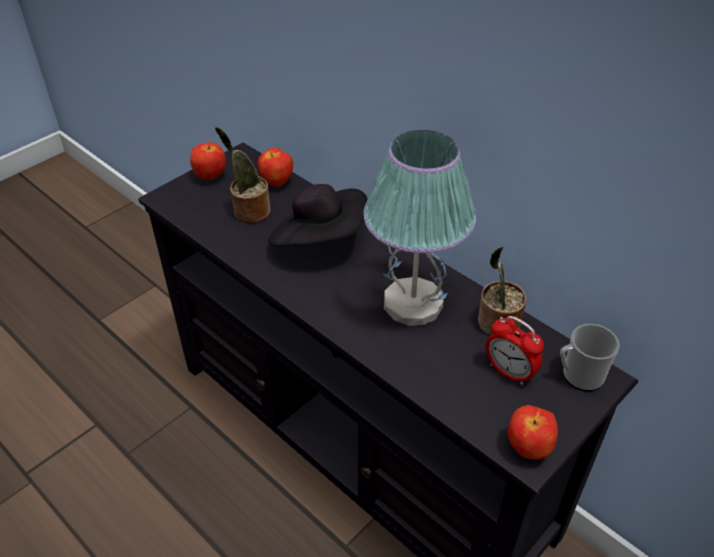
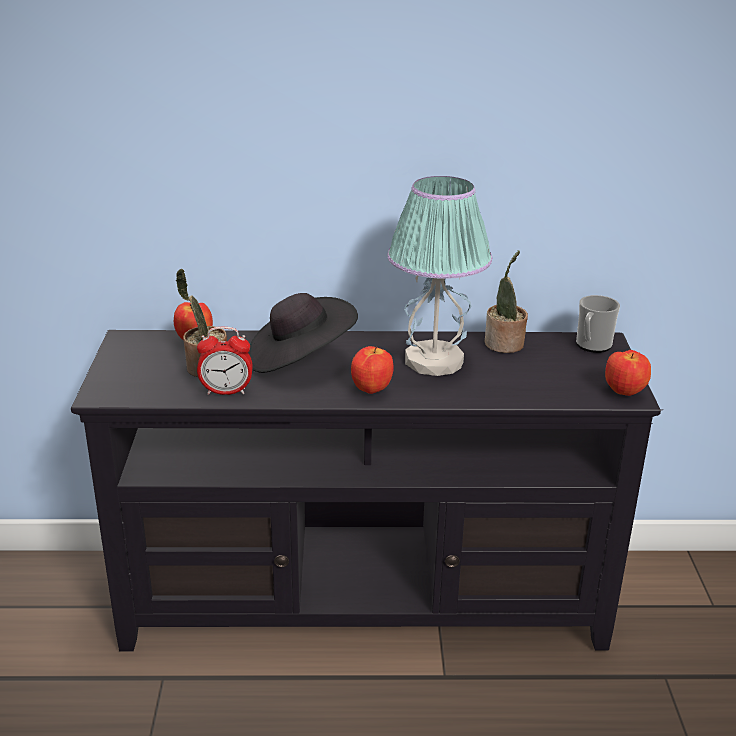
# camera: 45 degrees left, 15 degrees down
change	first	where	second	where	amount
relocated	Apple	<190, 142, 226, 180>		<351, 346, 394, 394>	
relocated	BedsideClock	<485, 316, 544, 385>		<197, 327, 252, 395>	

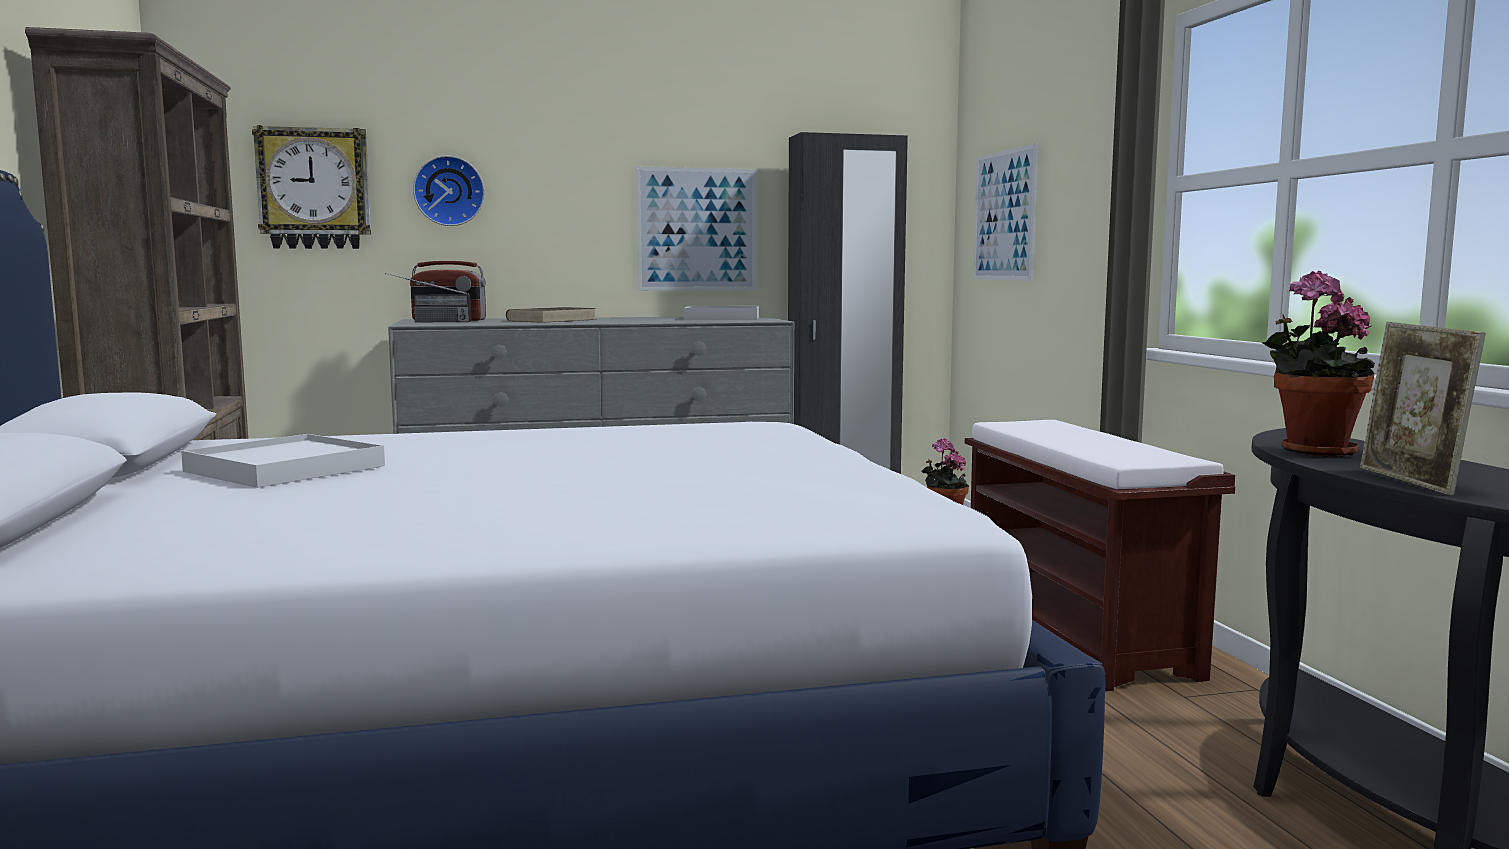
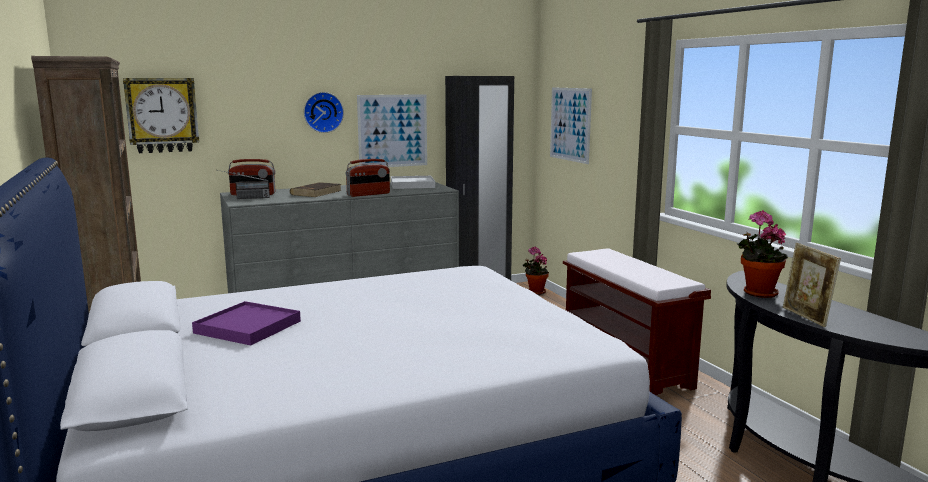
# camera: 10 degrees left, 5 degrees up
change	first	where	second	where	amount
appeared			RadioReceiver	<346, 159, 390, 197>	
relocated	HangingClock	<413, 156, 485, 226>		<304, 92, 344, 133>	
colour	WhitishCarryingTray	<181, 434, 385, 488>	PurplishCarryingTray	<192, 301, 301, 345>	

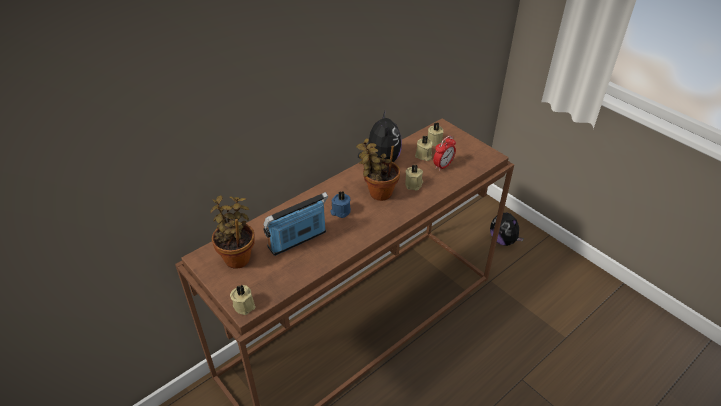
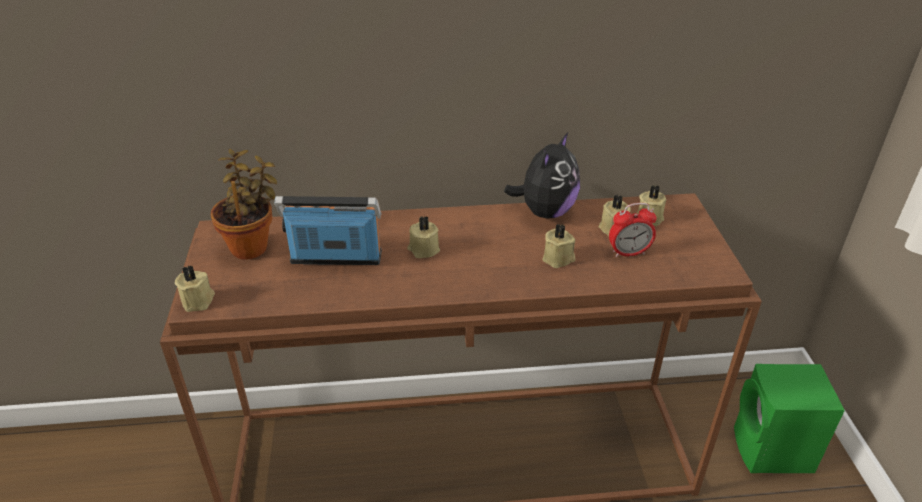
# camera: 35 degrees right, 5 degrees down
change	first	where	second	where	amount
missing	PottedPlant	<356, 138, 400, 201>			
exchanged	PlushToy	<490, 212, 524, 246>	GreenColouredLoudspeaker	<734, 364, 845, 473>	
colour	BlueColouredCandle	<331, 191, 351, 218>	BeigeCandle	<407, 216, 440, 258>	

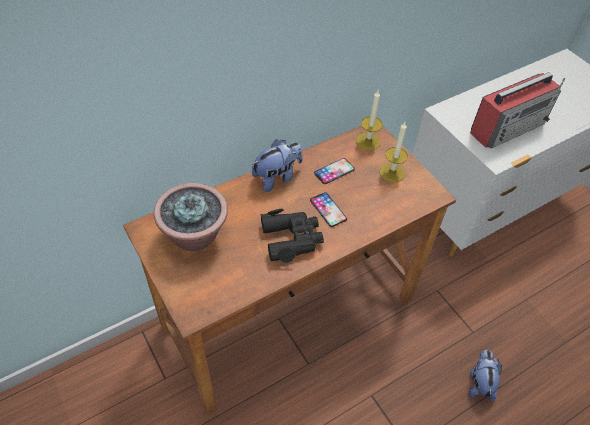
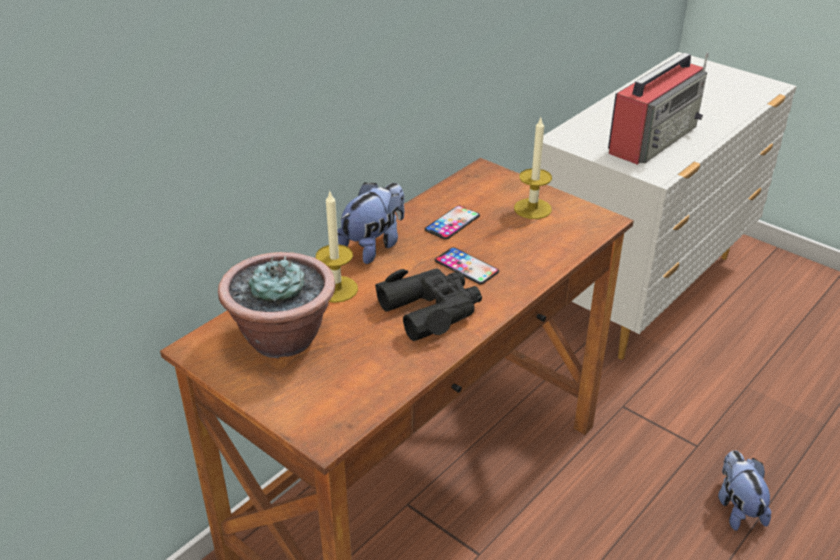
# camera: 15 degrees left, 15 degrees down
change	first	where	second	where	amount
relocated	Candle	<356, 91, 382, 151>		<316, 190, 358, 303>	

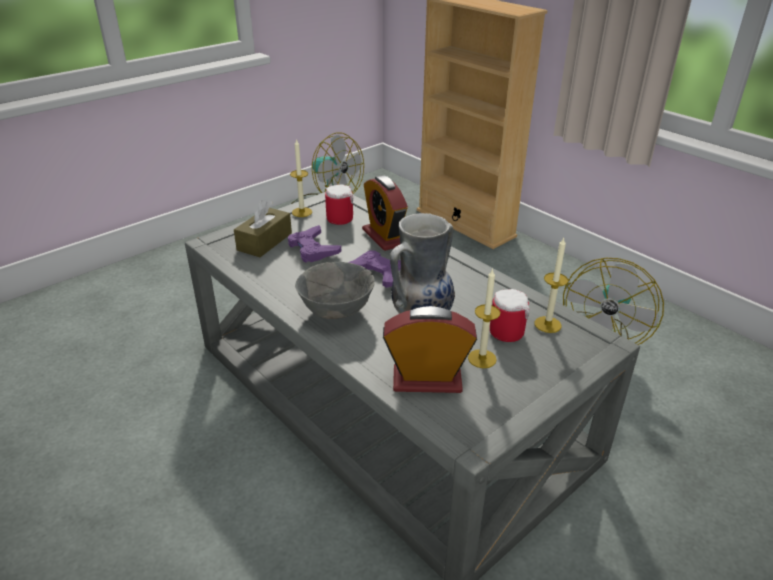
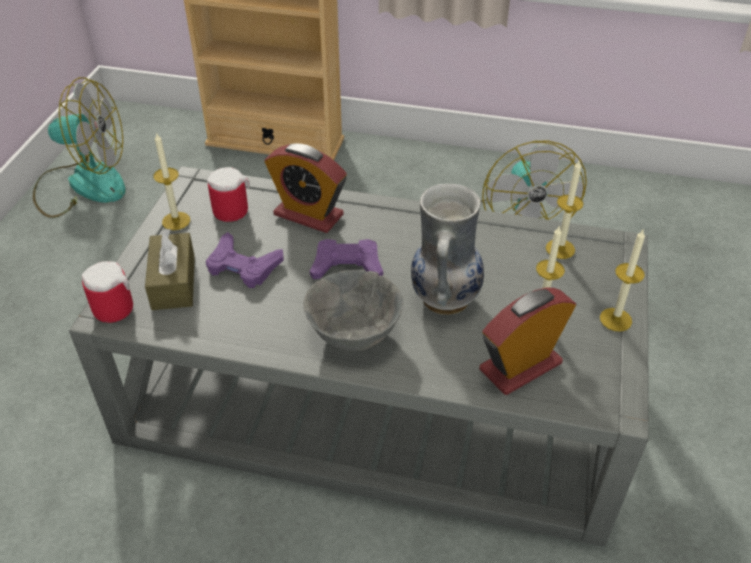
# camera: 35 degrees left, 10 degrees up
change	first	where	second	where	amount
appeared			Candle	<600, 230, 645, 332>	
relocated	Mug	<490, 289, 530, 342>		<82, 261, 133, 323>	

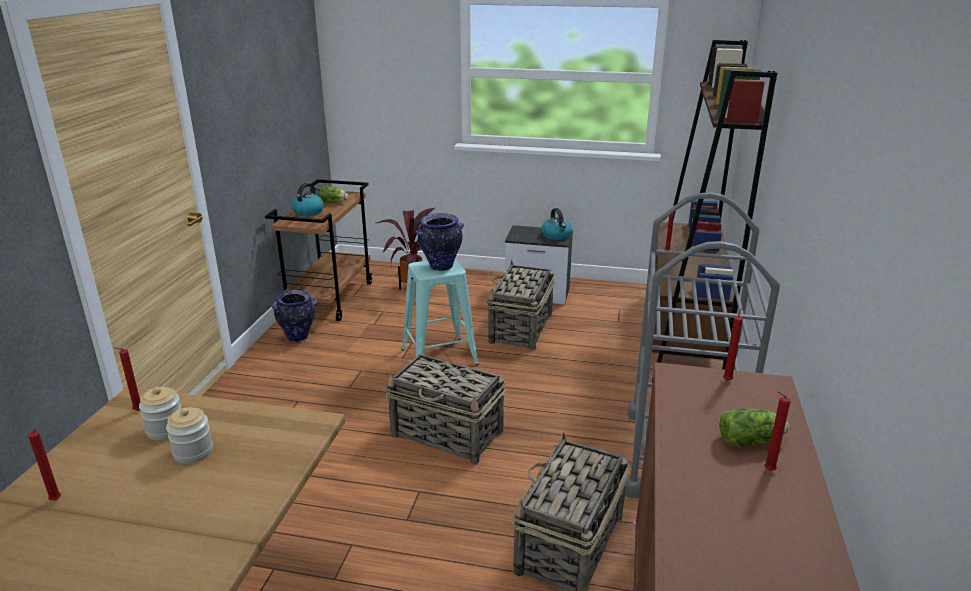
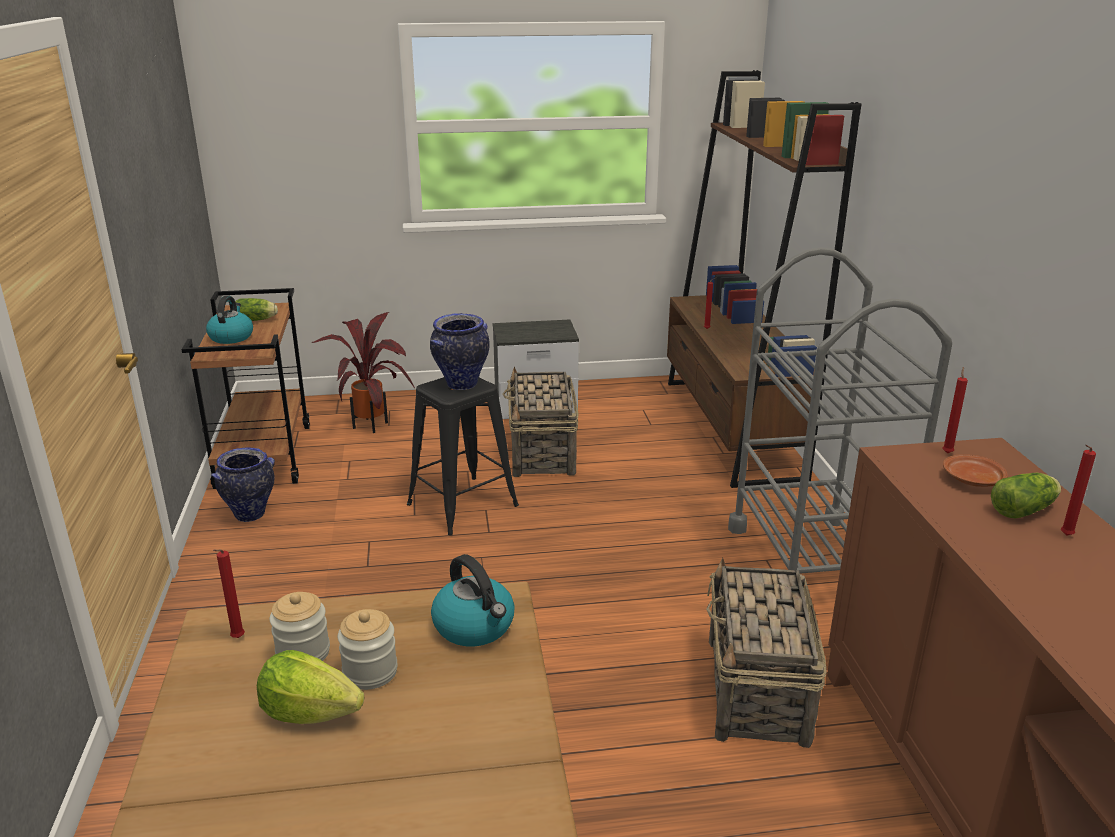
# camera: 20 degrees left, 0 degrees up
change	first	where	second	where	amount
missing	RedColouredCandle	<28, 428, 61, 501>			
missing	StorageBasket	<385, 354, 506, 464>			
appeared			HeadOfLettuce	<257, 650, 364, 724>	
appeared			BrownColouredFlatDish	<943, 454, 1008, 487>	
relocated	WaterKettle	<542, 208, 571, 240>		<431, 554, 515, 646>	
colour	TurquoiseColouredStoolSeat	<402, 259, 479, 366>	BlackColouredStoolSeat	<407, 377, 519, 535>	

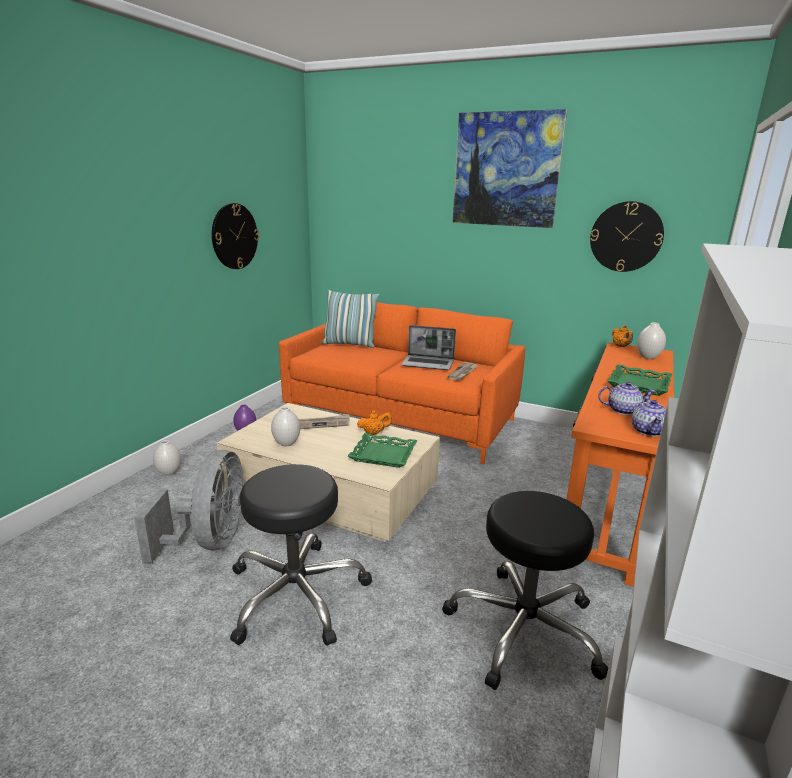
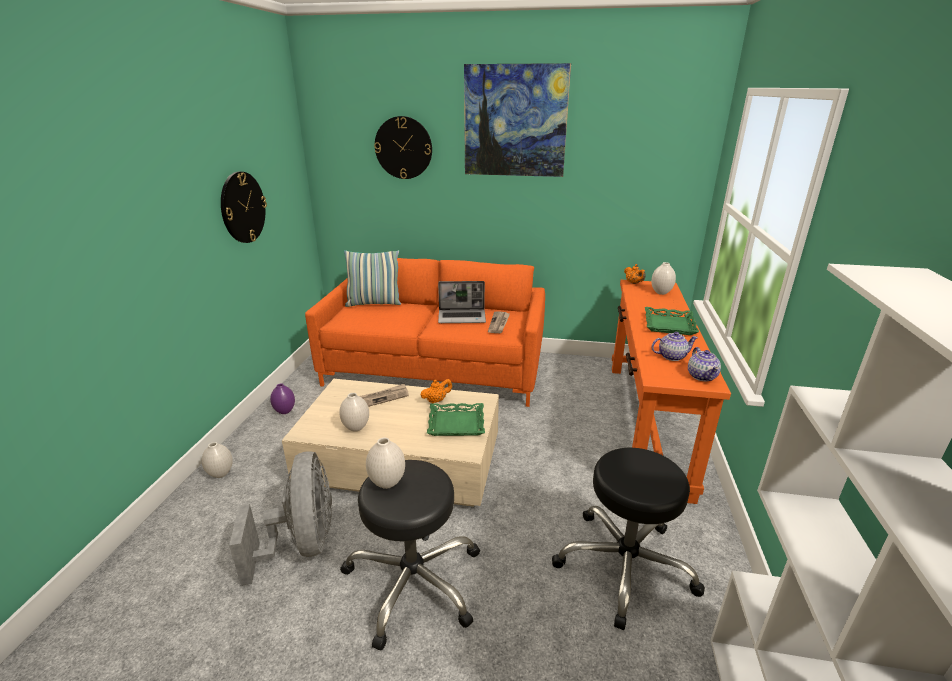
# camera: 15 degrees left, 5 degrees up
change	first	where	second	where	amount
appeared			WhitishFlowerVase	<366, 438, 405, 489>	
relocated	HangingClock	<590, 201, 664, 272>		<374, 116, 432, 179>	

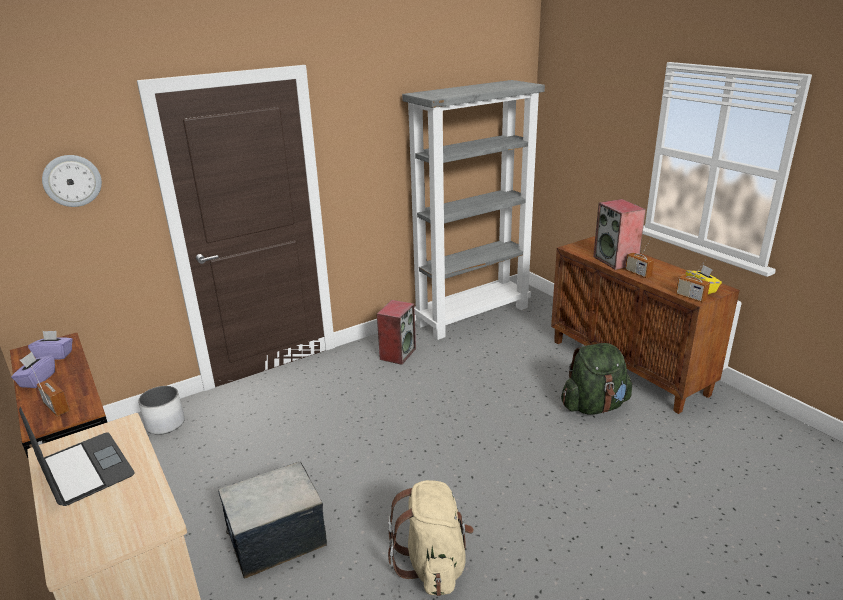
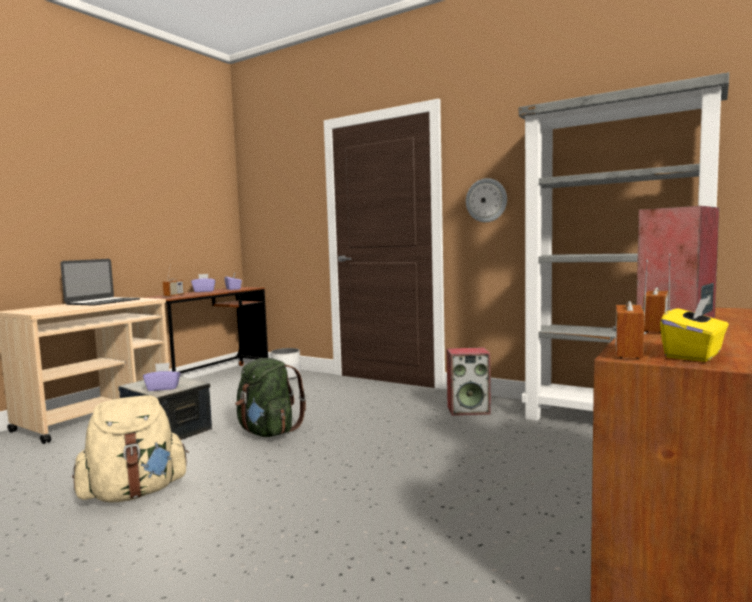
# camera: 65 degrees right, 20 degrees down
change	first	where	second	where	amount
appeared			PurplishTissueHolder	<143, 363, 181, 391>	
relocated	HangingClock	<42, 155, 102, 207>		<466, 178, 507, 222>	
relocated	GreenColouredKnapsack	<561, 343, 632, 415>		<235, 358, 306, 437>	

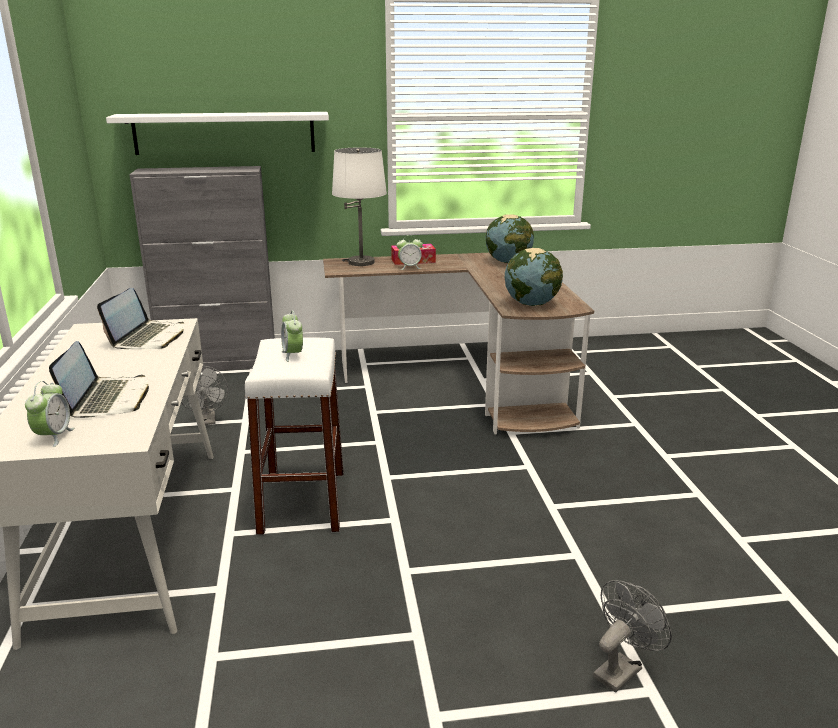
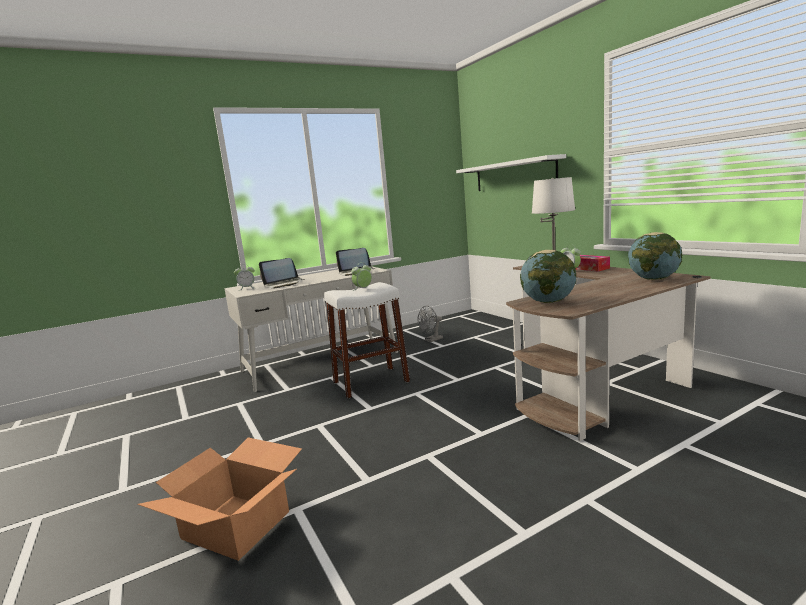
# camera: 70 degrees right, 10 degrees down
change	first	where	second	where	amount
missing	GreyCabinet	<129, 166, 275, 371>			
exchanged	GreyElectricFan	<593, 580, 672, 692>	Carton	<137, 437, 302, 561>	

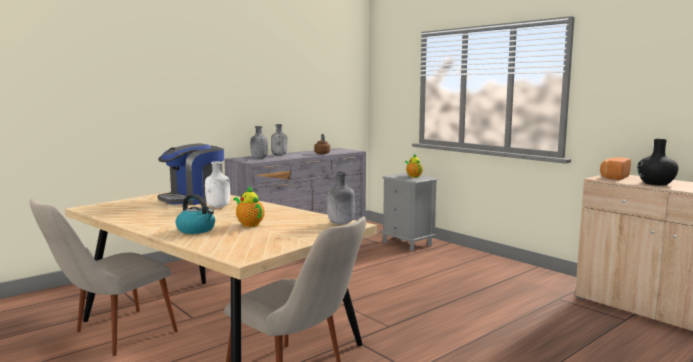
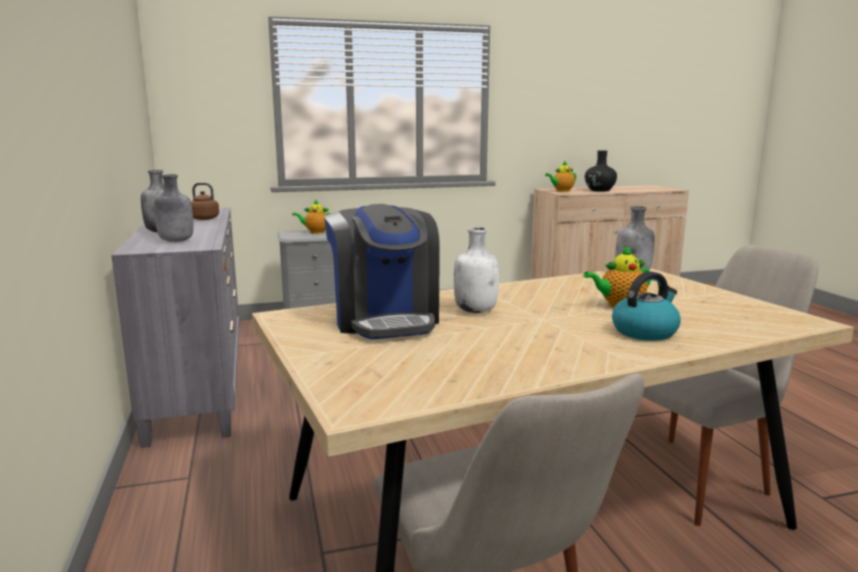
# camera: 65 degrees left, 5 degrees up
change	first	where	second	where	amount
exchanged	BakeryBread	<600, 157, 631, 180>	TeaPot	<545, 161, 576, 192>	

